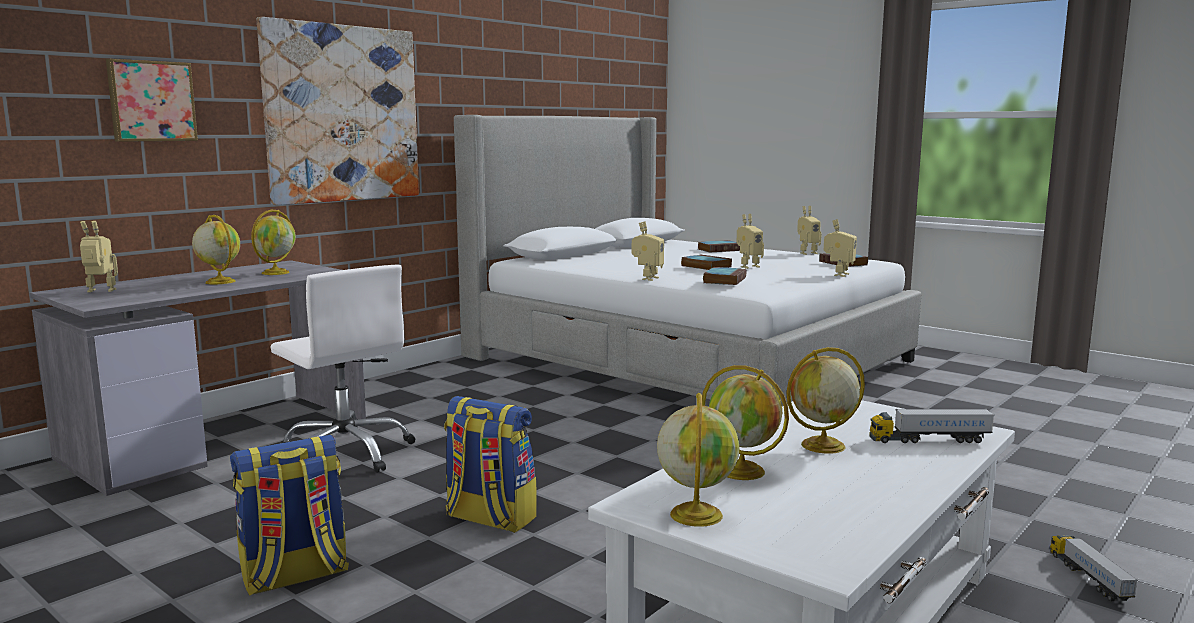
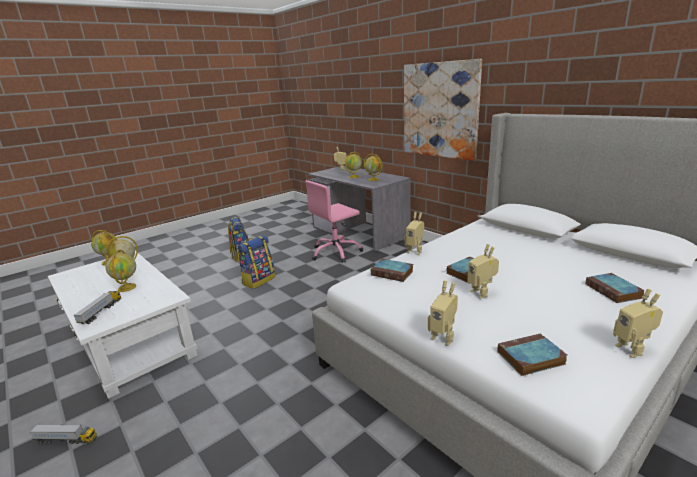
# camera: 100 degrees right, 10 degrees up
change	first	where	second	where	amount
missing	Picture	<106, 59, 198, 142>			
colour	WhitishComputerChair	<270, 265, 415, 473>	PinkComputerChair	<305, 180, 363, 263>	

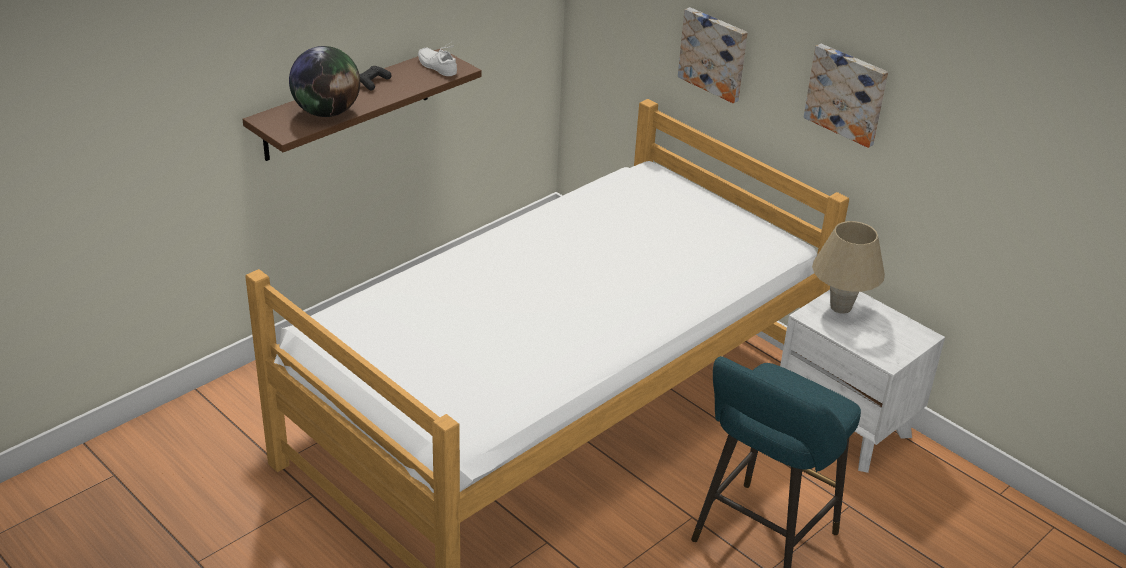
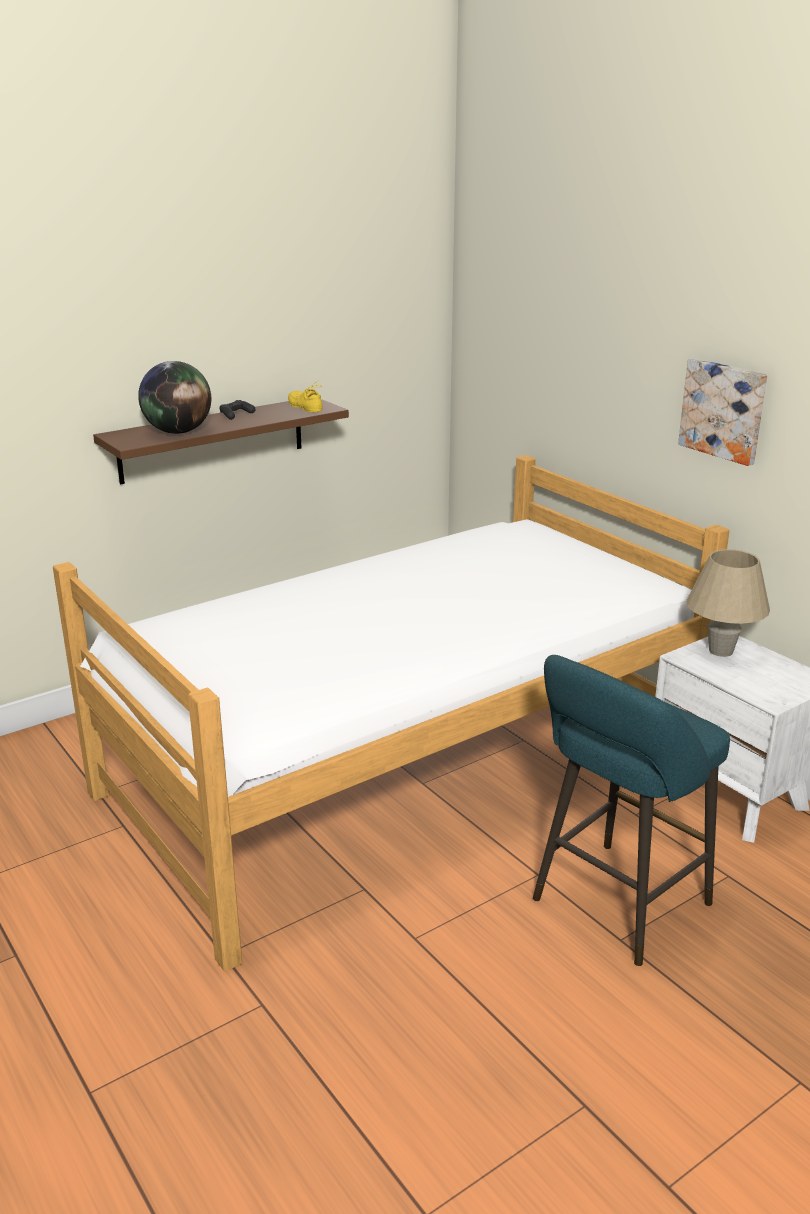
# camera: 10 degrees right, 10 degrees down
change	first	where	second	where	amount
missing	Picture	<678, 7, 748, 103>			
colour	WhitishShoe	<418, 42, 457, 76>	YellowShoe	<288, 380, 322, 412>	

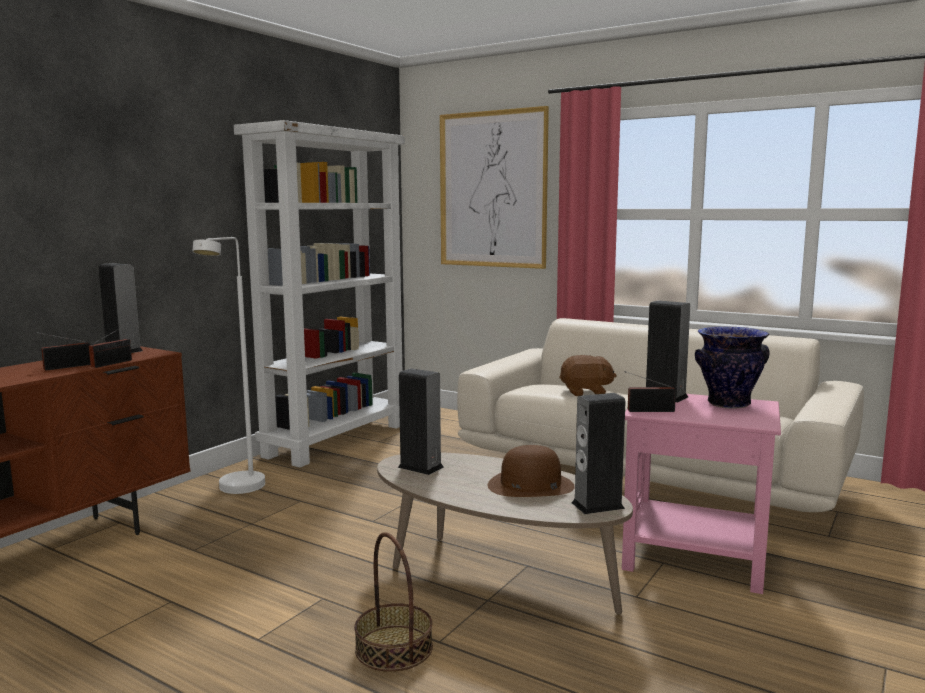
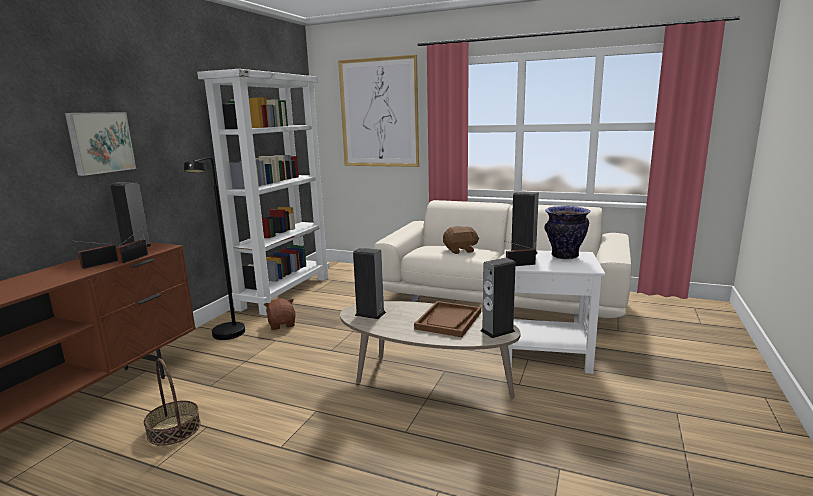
# camera: 10 degrees left, 5 degrees up
change	first	where	second	where	amount
appeared			Picture	<65, 112, 136, 176>	
appeared			BrownColouredPlushToy	<264, 298, 296, 330>	
relocated	StorageBasket	<354, 532, 433, 672>		<144, 358, 201, 446>	
exchanged	BrownColouredWearableHat	<488, 445, 575, 497>	BrownColouredCarryingTray	<414, 301, 481, 337>	
colour	WhitishStandardLamp	<192, 237, 265, 494>	BlackColouredStandardLamp	<184, 157, 245, 340>	
colour	PinkAccentTable	<622, 394, 781, 594>	WhitishAccentTable	<504, 250, 606, 374>	

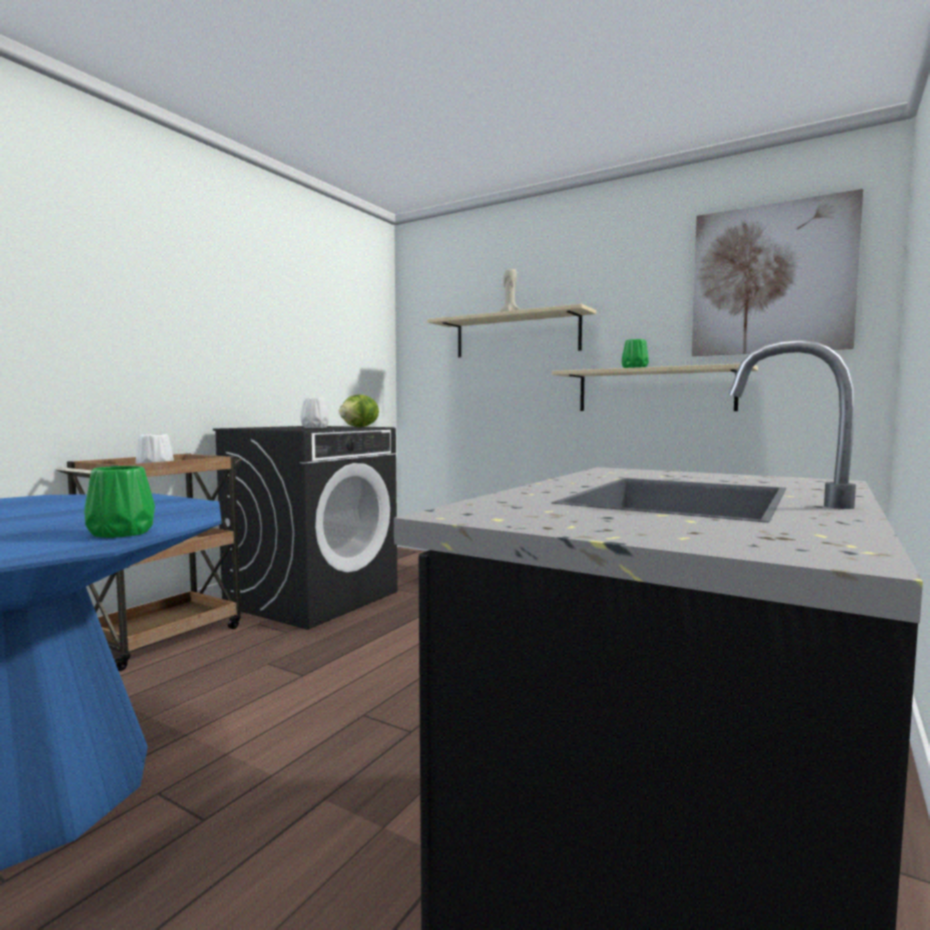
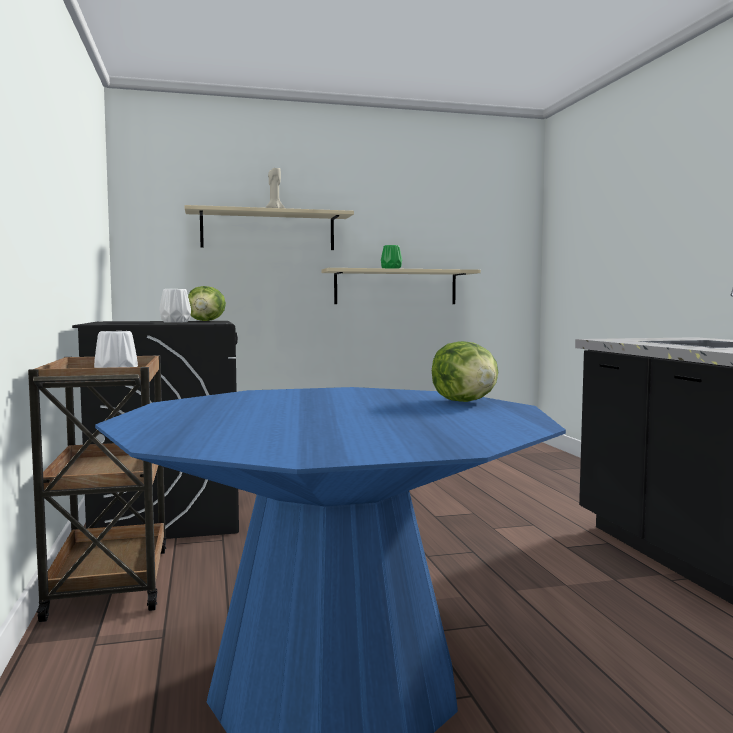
# camera: 45 degrees left, 0 degrees up
change	first	where	second	where	amount
missing	Picture	<692, 189, 863, 356>			
exchanged	GreenColouredFlowerVase	<84, 466, 155, 538>	HeadOfLettuce	<432, 341, 498, 402>	

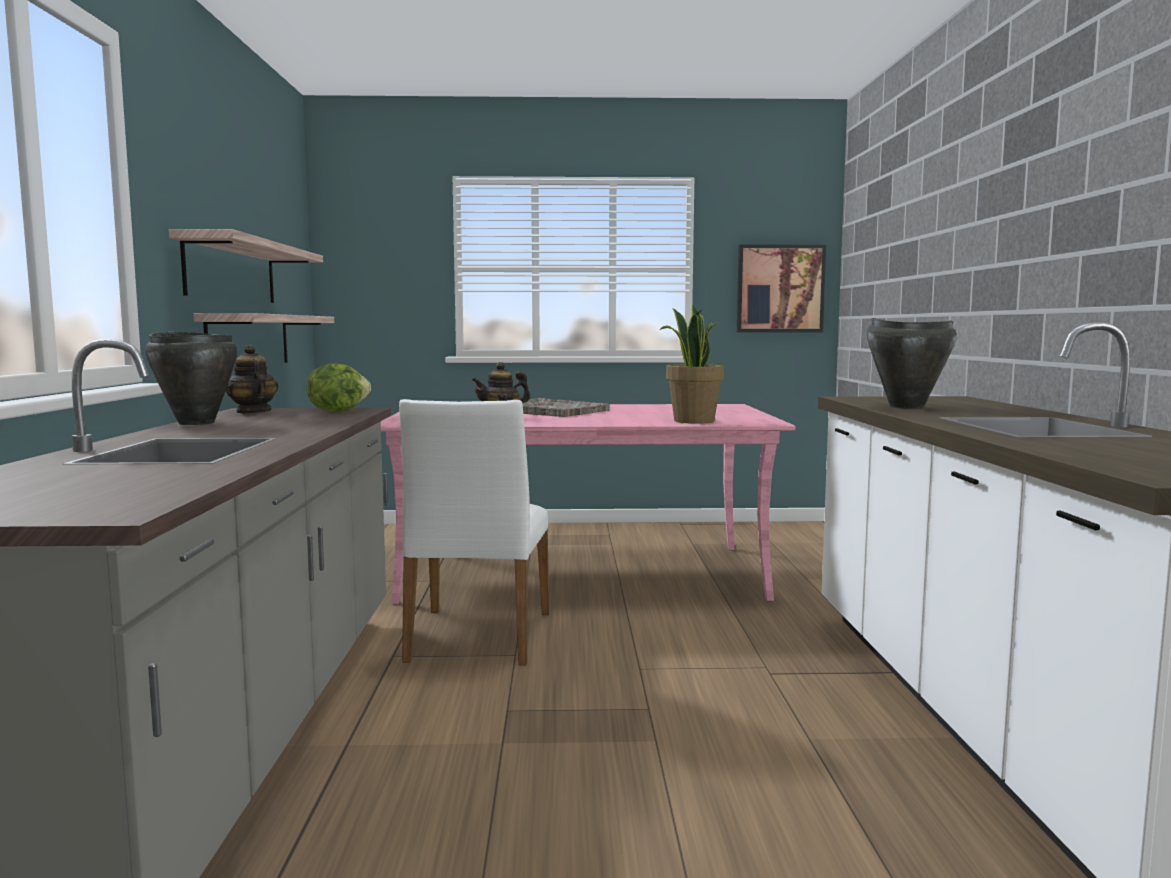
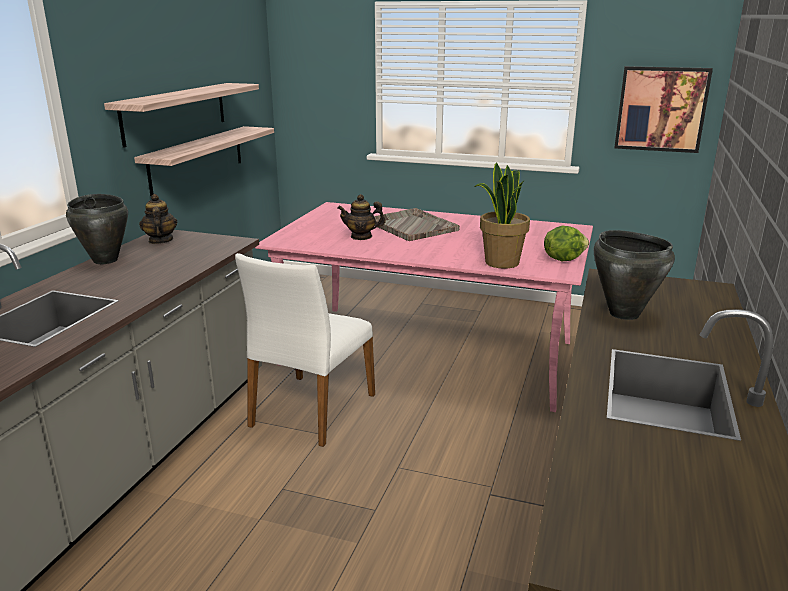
# camera: 20 degrees right, 15 degrees up
change	first	where	second	where	amount
relocated	HeadOfLettuce	<307, 363, 371, 412>		<544, 226, 589, 261>	

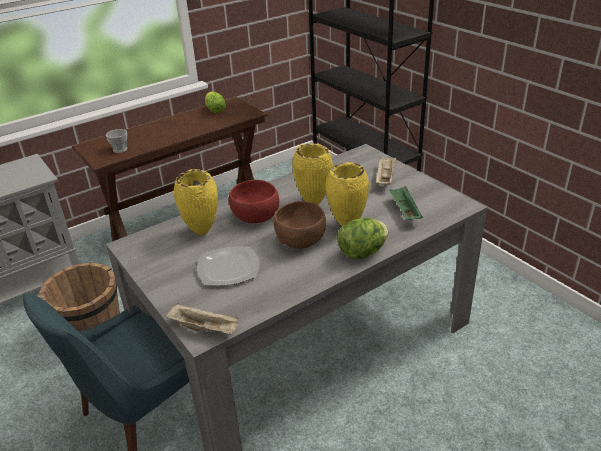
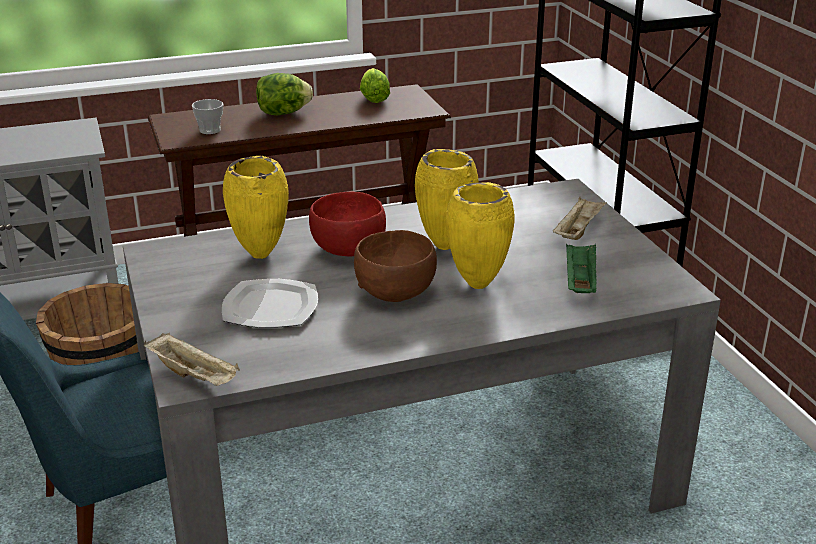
# camera: 15 degrees right, 5 degrees down
change	first	where	second	where	amount
relocated	HeadOfLettuce	<337, 218, 389, 259>		<256, 73, 313, 115>	

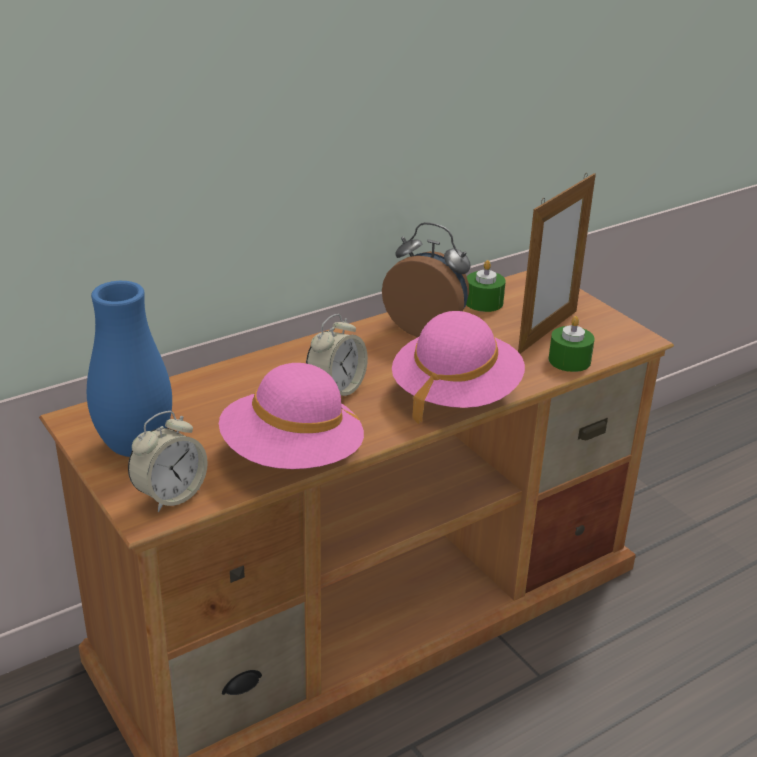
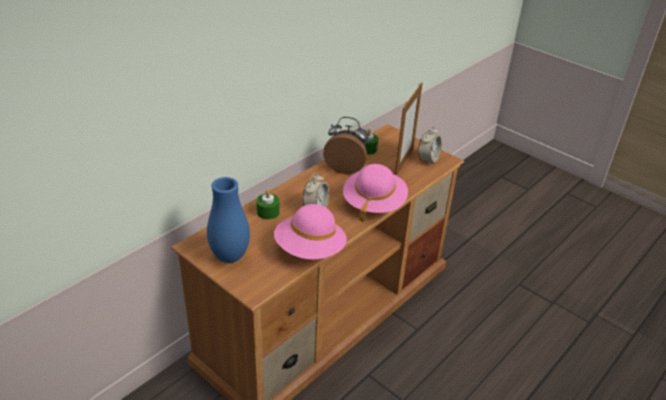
# camera: 15 degrees left, 5 degrees up
change	first	where	second	where	amount
relocated	BedsideClock	<128, 411, 208, 512>		<418, 126, 442, 166>	
relocated	GreenColouredCandle	<549, 316, 595, 372>		<256, 190, 280, 219>	

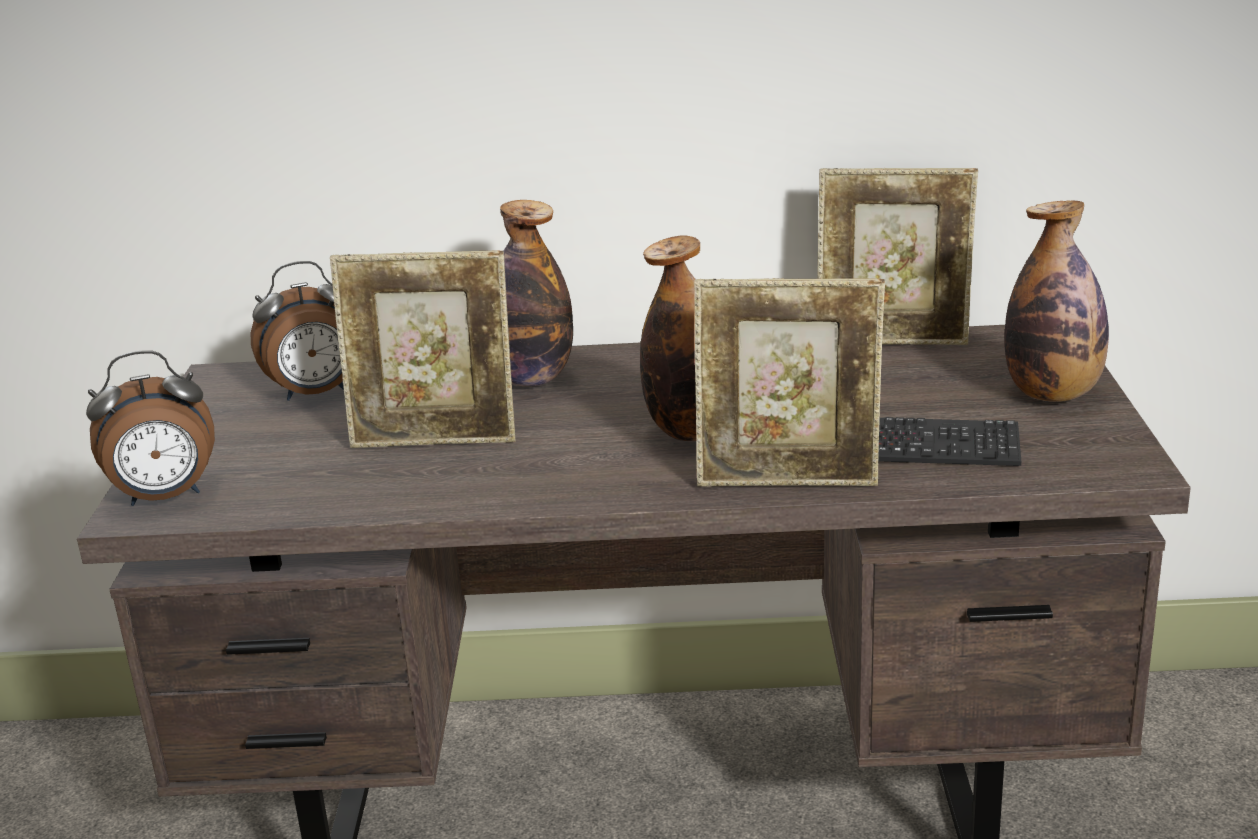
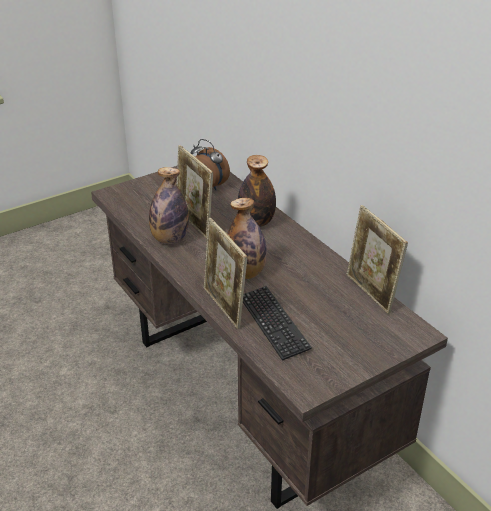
# camera: 55 degrees right, 10 degrees up
change	first	where	second	where	amount
missing	BedsideClock	<86, 350, 215, 506>			
relocated	DrinkBottle	<1004, 201, 1109, 402>		<149, 167, 189, 244>	

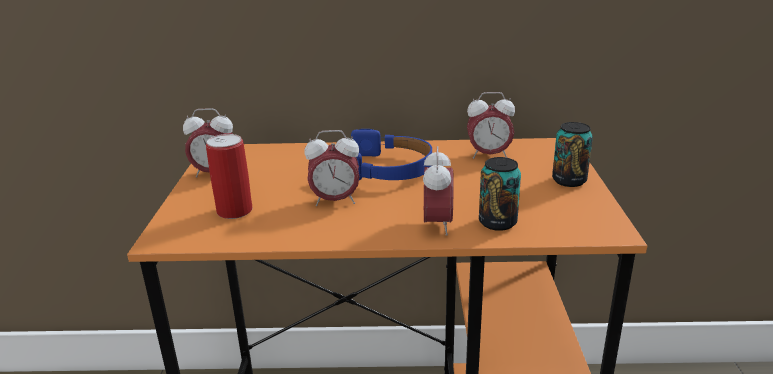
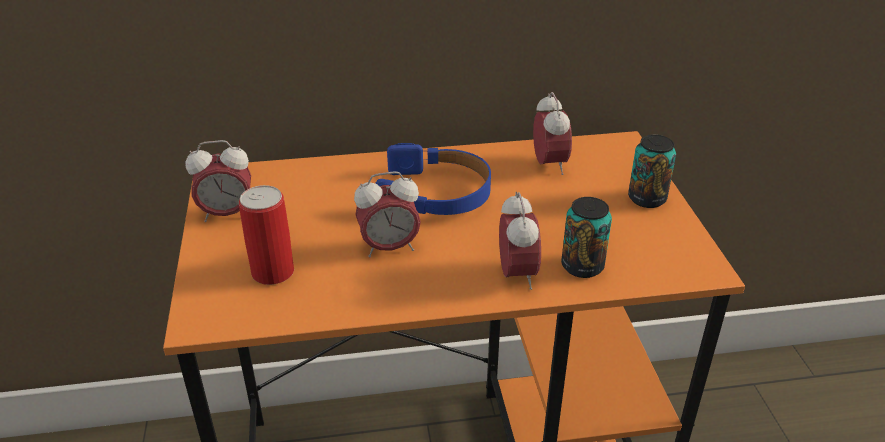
# camera: 10 degrees left, 10 degrees up
change	first	where	second	where	amount
spun	BedsideClock	<467, 92, 515, 159>		<533, 92, 572, 175>	90 degrees counterclockwise

